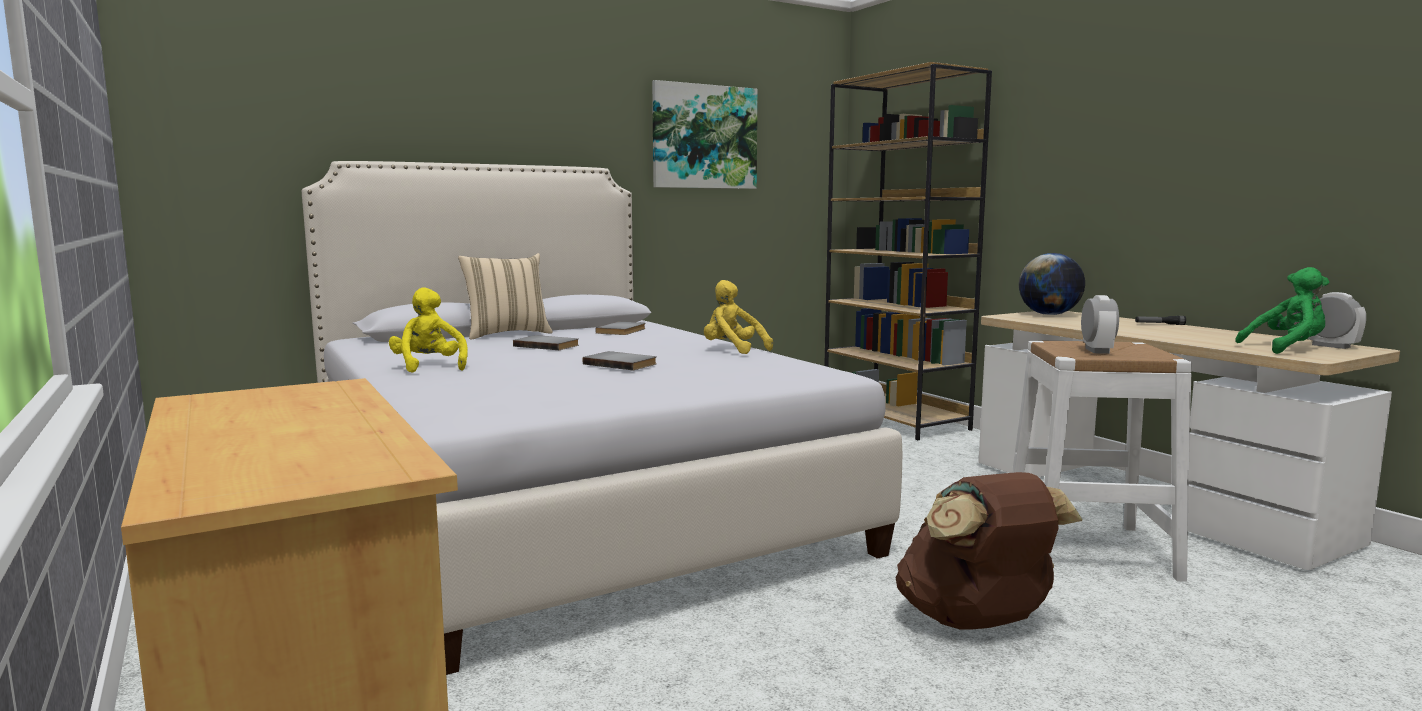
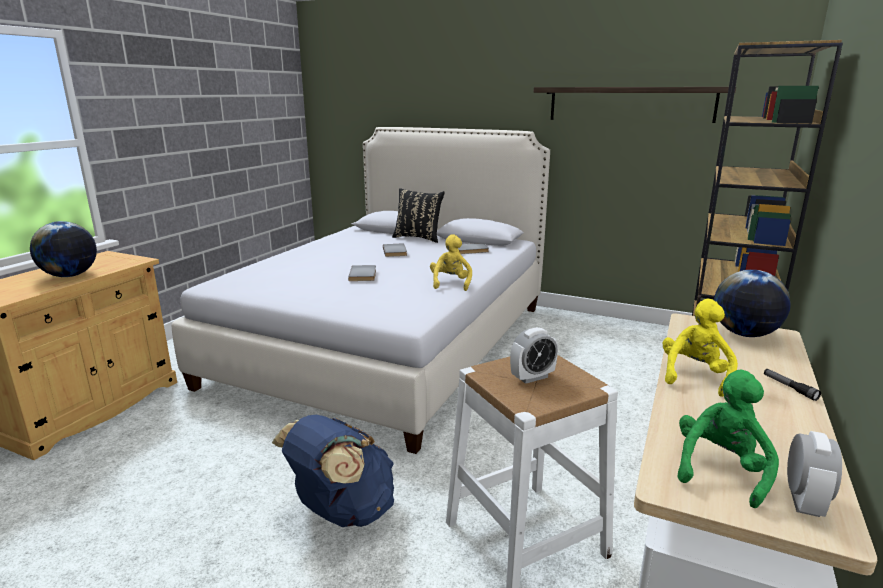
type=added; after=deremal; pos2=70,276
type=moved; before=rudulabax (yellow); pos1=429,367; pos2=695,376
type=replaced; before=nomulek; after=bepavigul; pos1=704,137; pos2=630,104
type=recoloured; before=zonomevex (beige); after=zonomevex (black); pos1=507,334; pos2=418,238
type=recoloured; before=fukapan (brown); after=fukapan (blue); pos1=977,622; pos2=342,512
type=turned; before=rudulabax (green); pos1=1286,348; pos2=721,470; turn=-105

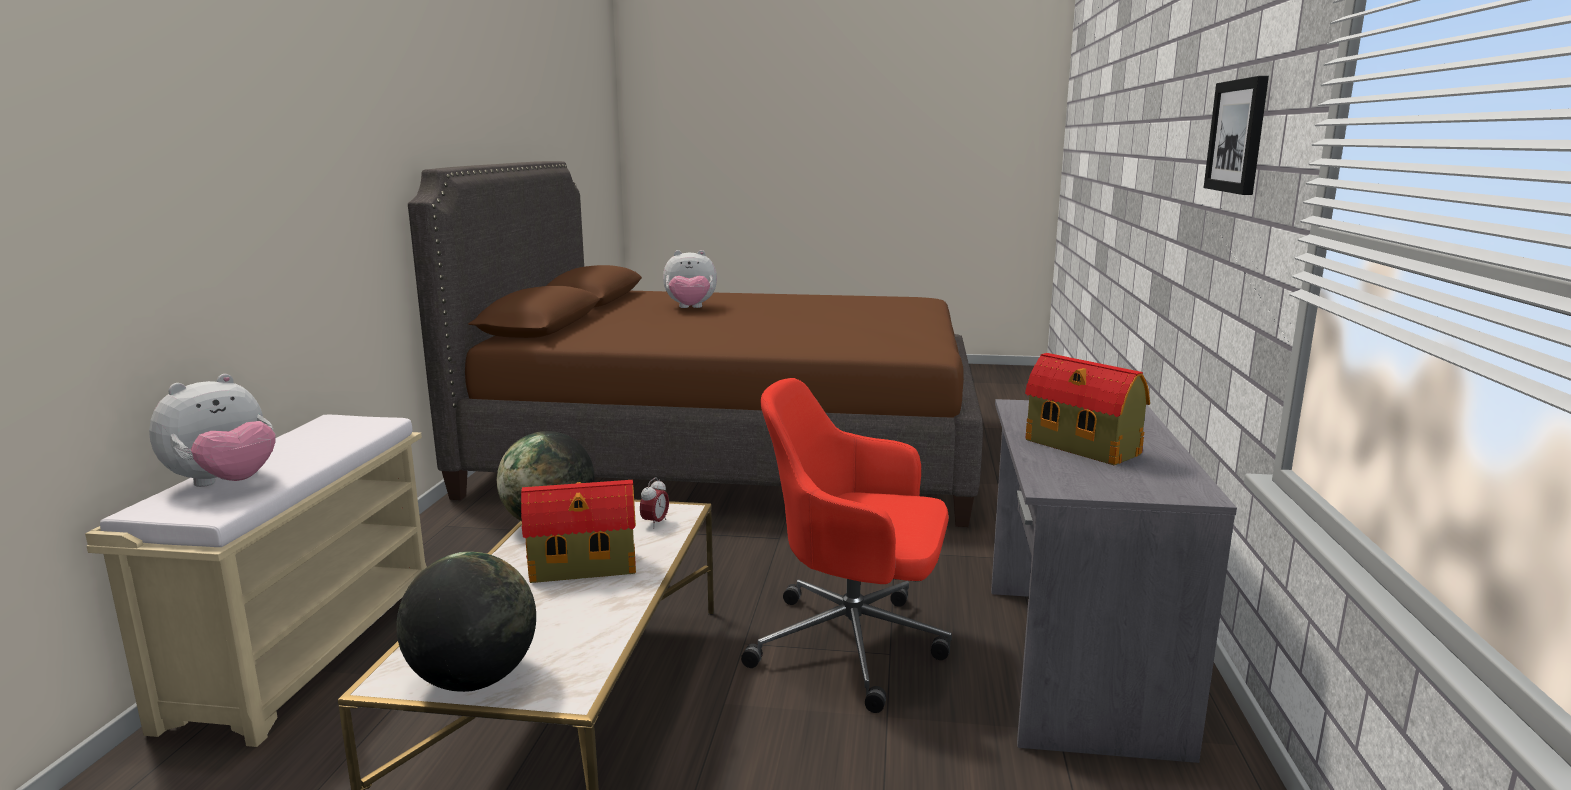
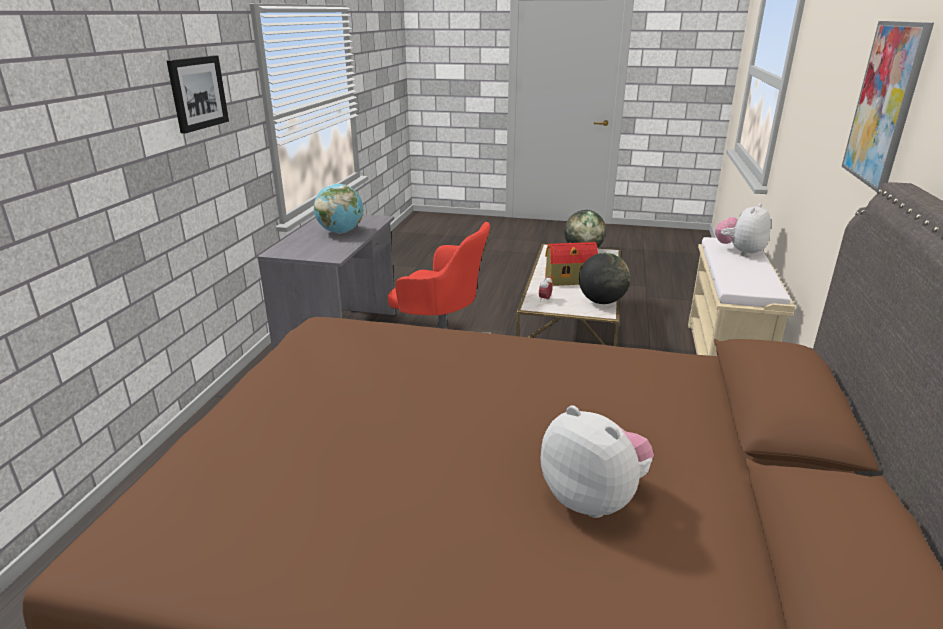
type=added; after=nomulek; pos2=885,104
type=replaced; before=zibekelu; after=deremal; pos1=1084,448; pos2=340,232
type=turned; before=rudulabax; pos1=690,308; pos2=593,498; turn=45

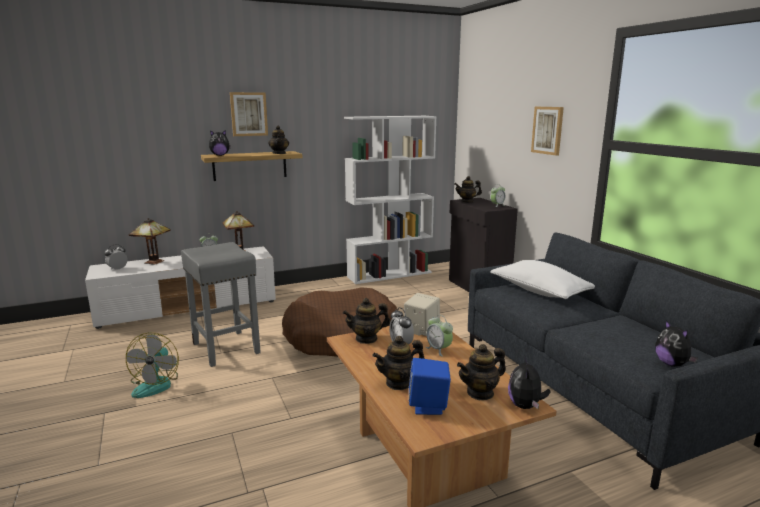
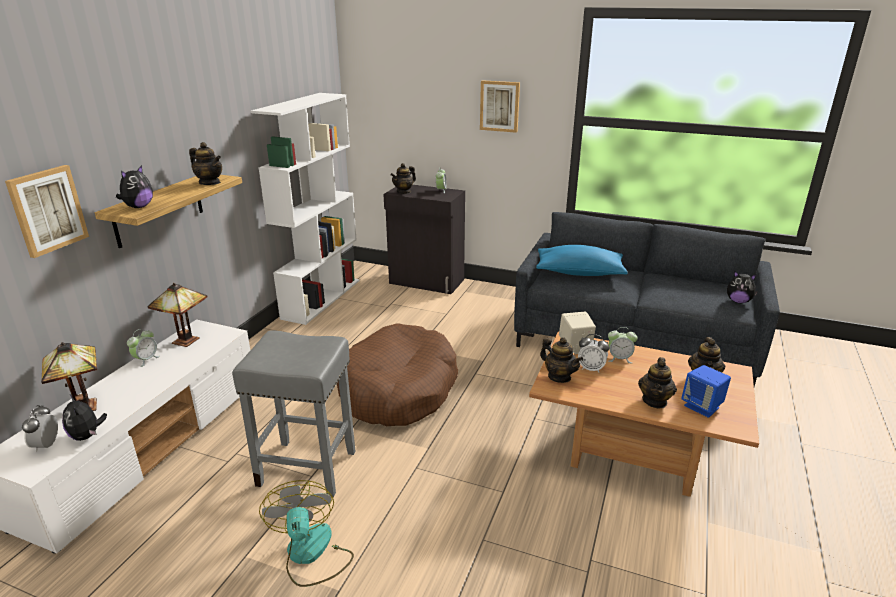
type=moved; before=nomulek; pos1=249,114; pos2=47,210
type=moved; before=rudulabax; pos1=525,406; pos2=87,436
type=recoloured; before=zonomevex (white); after=zonomevex (blue); pos1=540,291; pos2=579,272
type=turned; before=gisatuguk; pos1=156,384; pos2=311,554; turn=-150
type=turned; before=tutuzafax; pos1=366,339; pos2=559,377; turn=-75

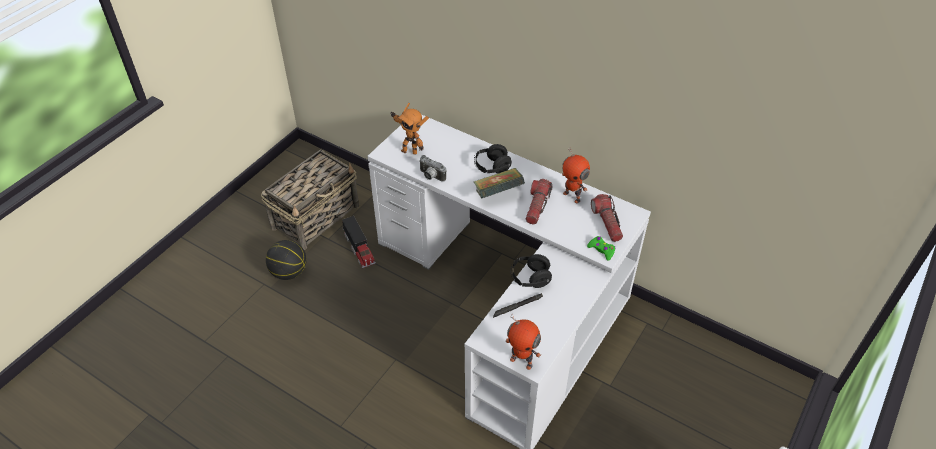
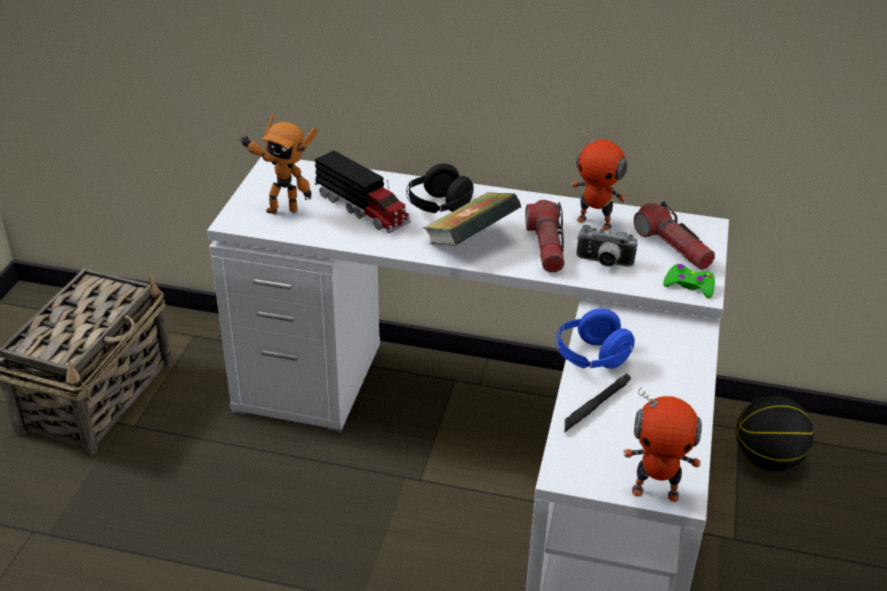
type=moved; before=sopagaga; pos1=289,272; pos2=767,460
type=moved; before=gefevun; pos1=359,248; pos2=363,208
type=moved; before=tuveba; pos1=430,176; pos2=603,263
type=recoloured; before=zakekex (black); after=zakekex (blue); pos1=530,278; pos2=591,358

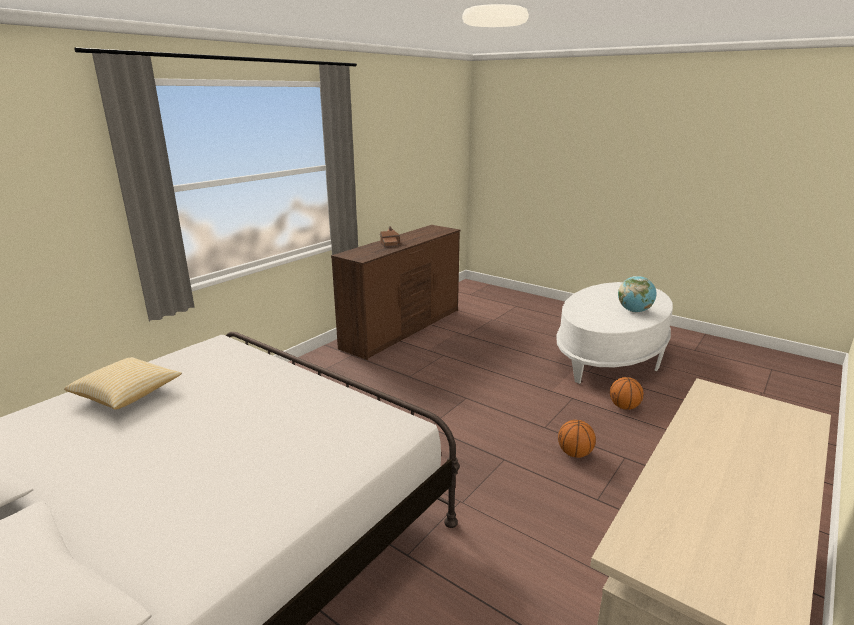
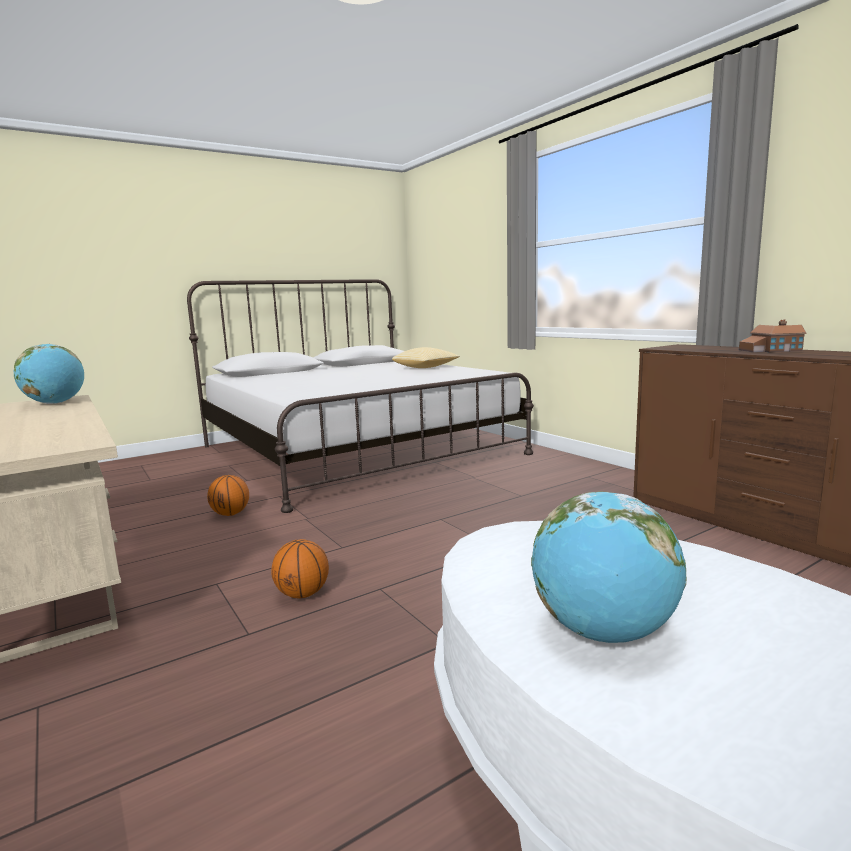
type=added; after=deremal; pos2=55,403
type=moved; before=sopagaga; pos1=624,407; pos2=230,514

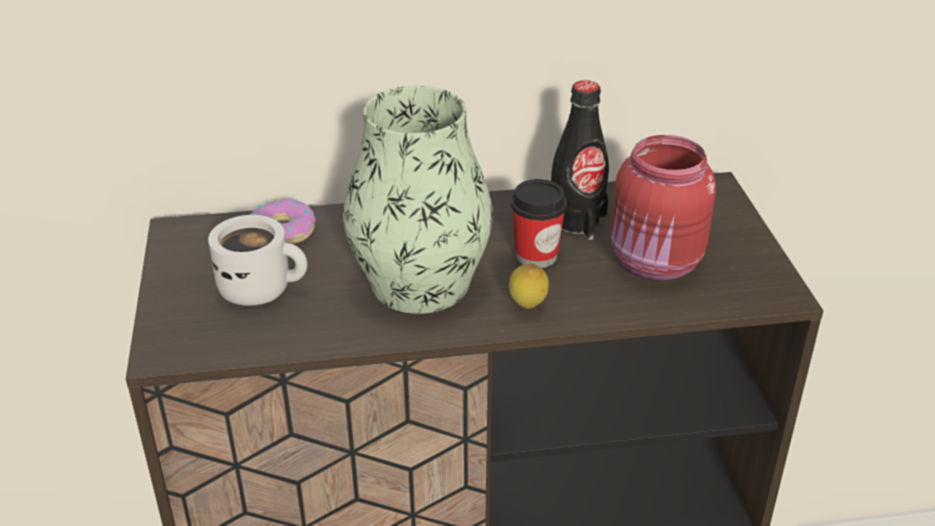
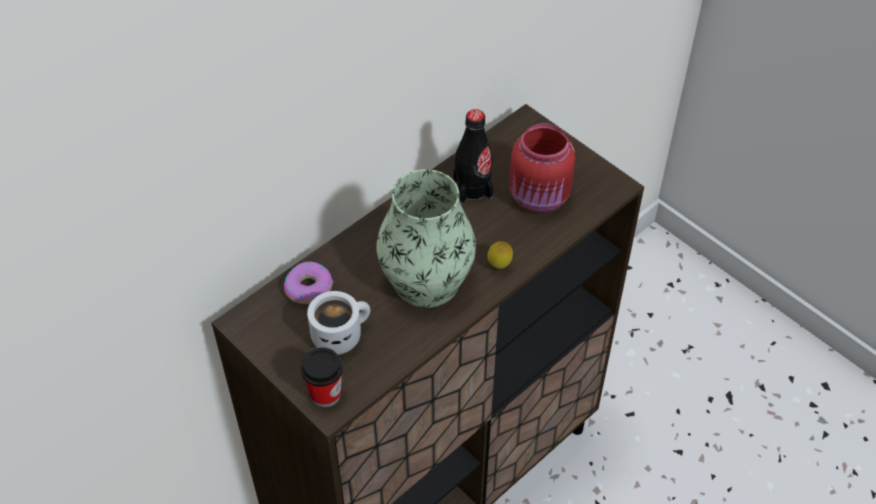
type=moved; before=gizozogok; pos1=536,256; pos2=325,394

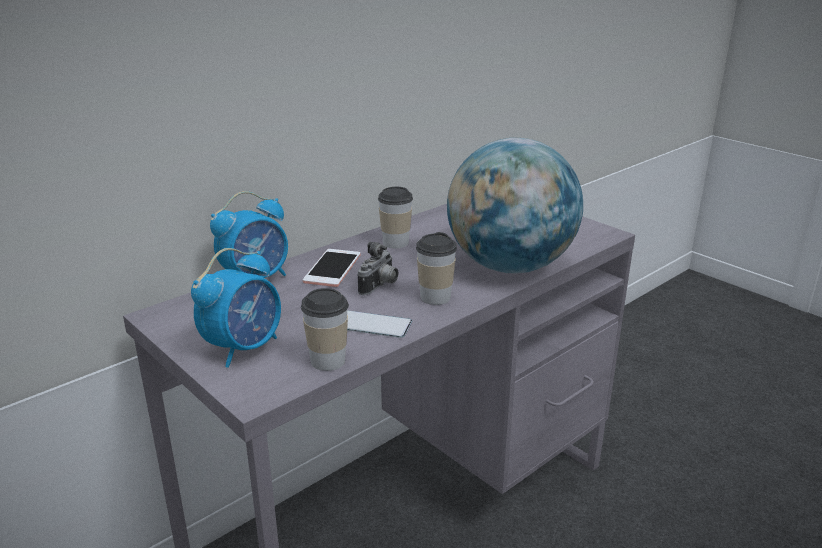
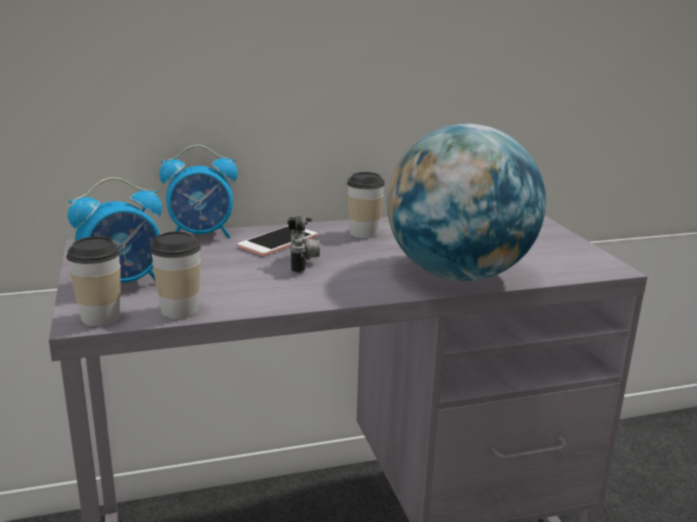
type=removed; before=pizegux; pos1=372,325
type=moved; before=gizozogok; pos1=435,297; pos2=100,318
type=turned; before=tuveba; pos1=380,286; pos2=304,264; turn=-60

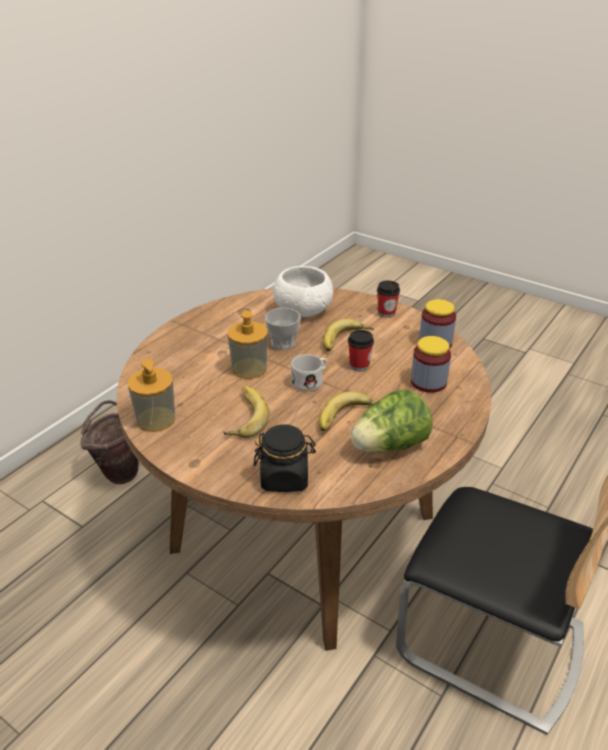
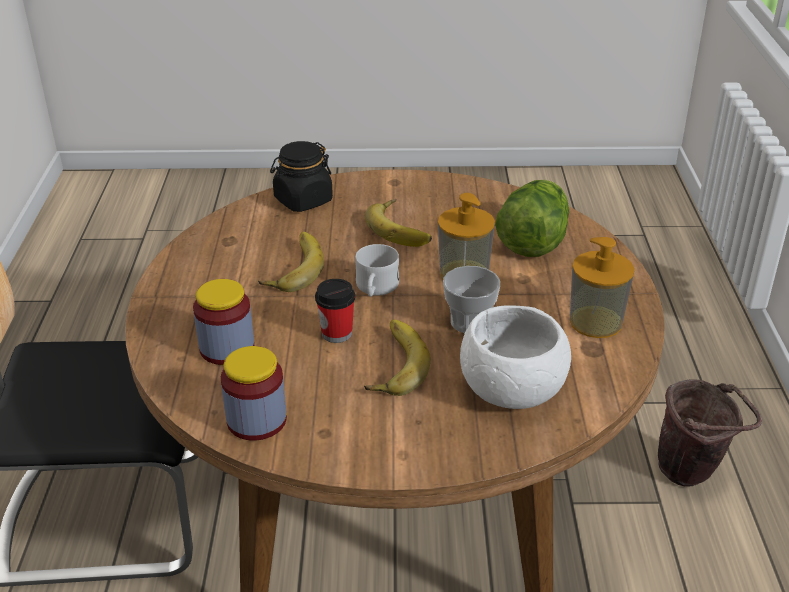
type=removed; before=gizozogok; pos1=386,313
type=moved; before=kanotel; pos1=156,419; pos2=595,322
type=moved; before=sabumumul; pos1=390,446; pos2=533,241

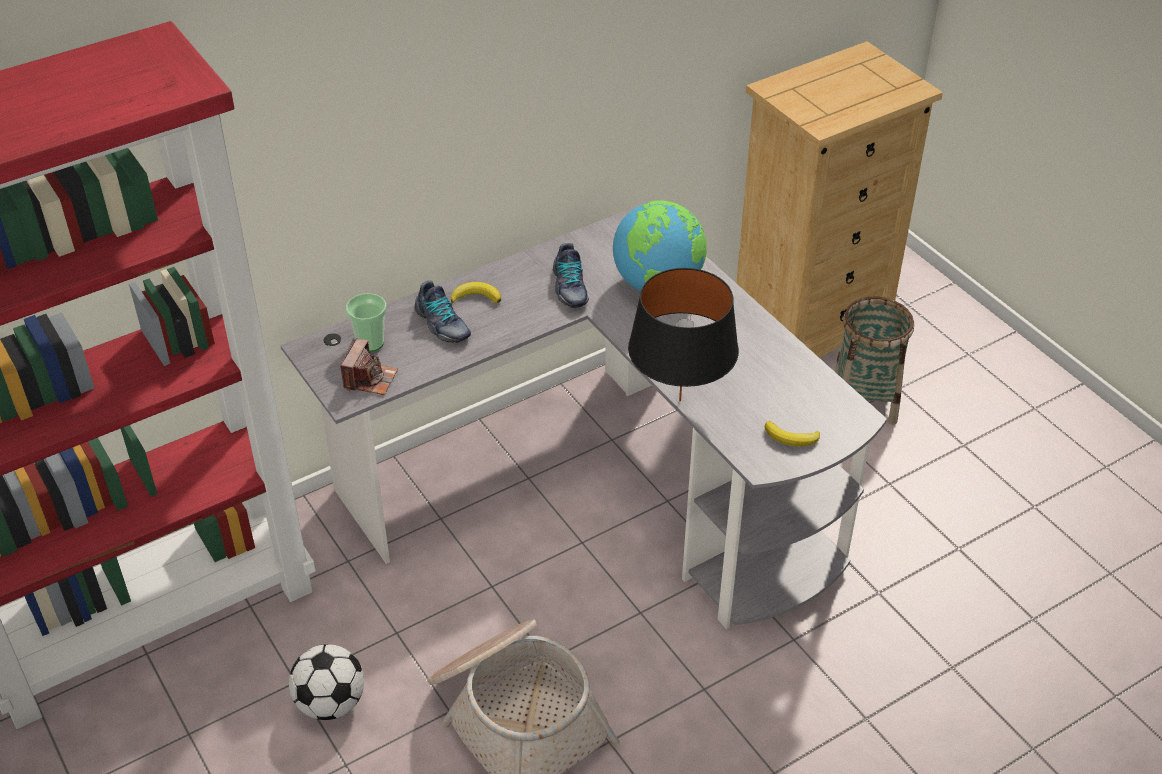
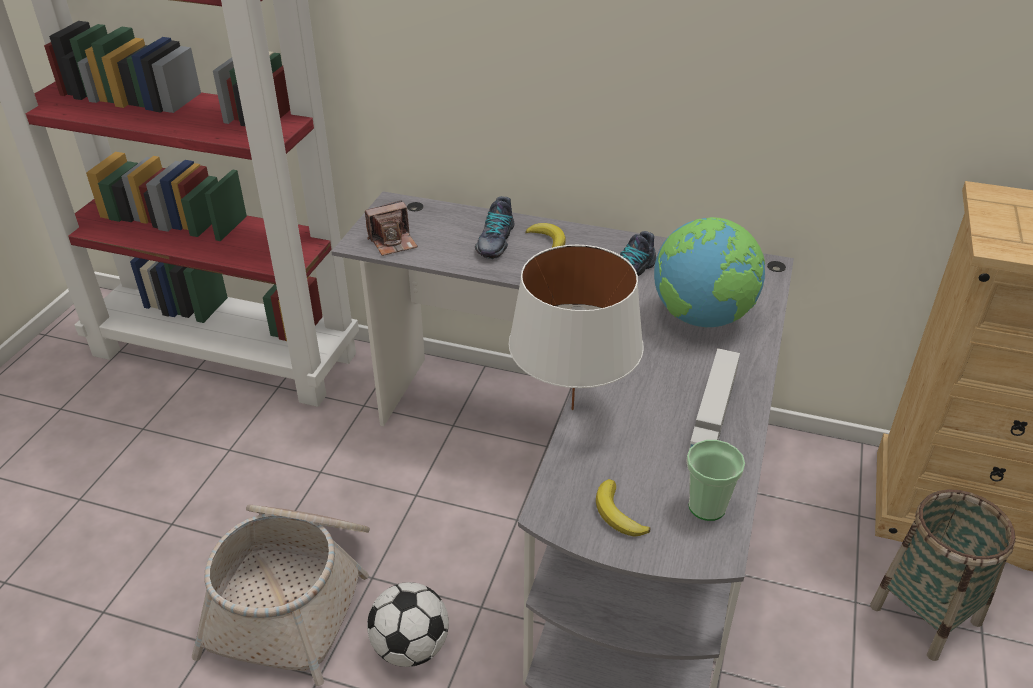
type=added; after=gefevun; pos2=711,420
type=moved; before=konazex; pos1=330,703; pos2=411,647
type=moved; before=gizozogok; pos1=370,343; pos2=707,506
type=recoloured; before=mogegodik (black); after=mogegodik (white); pos1=679,400; pos2=572,409

